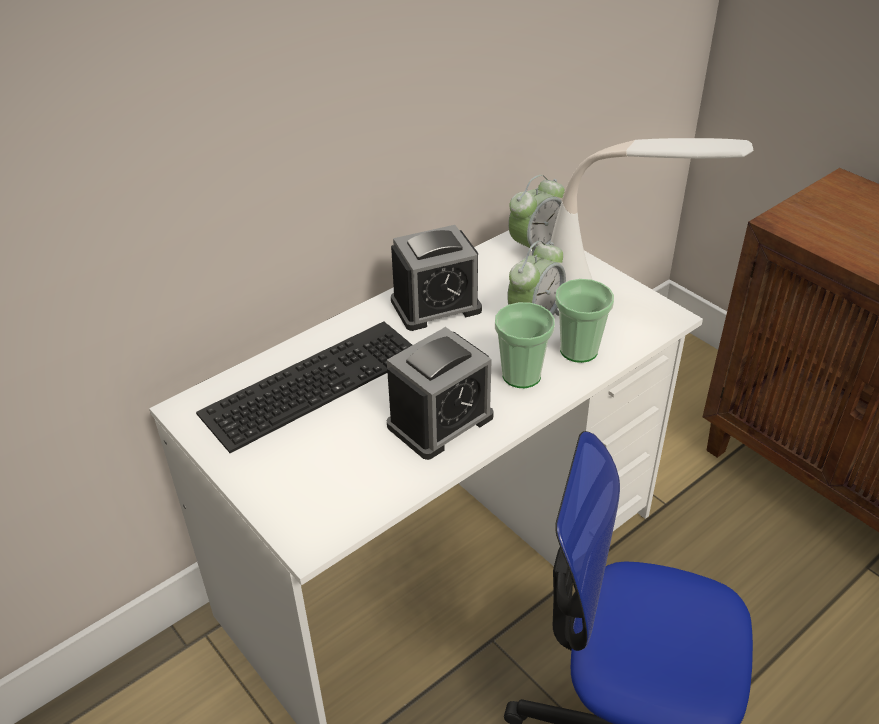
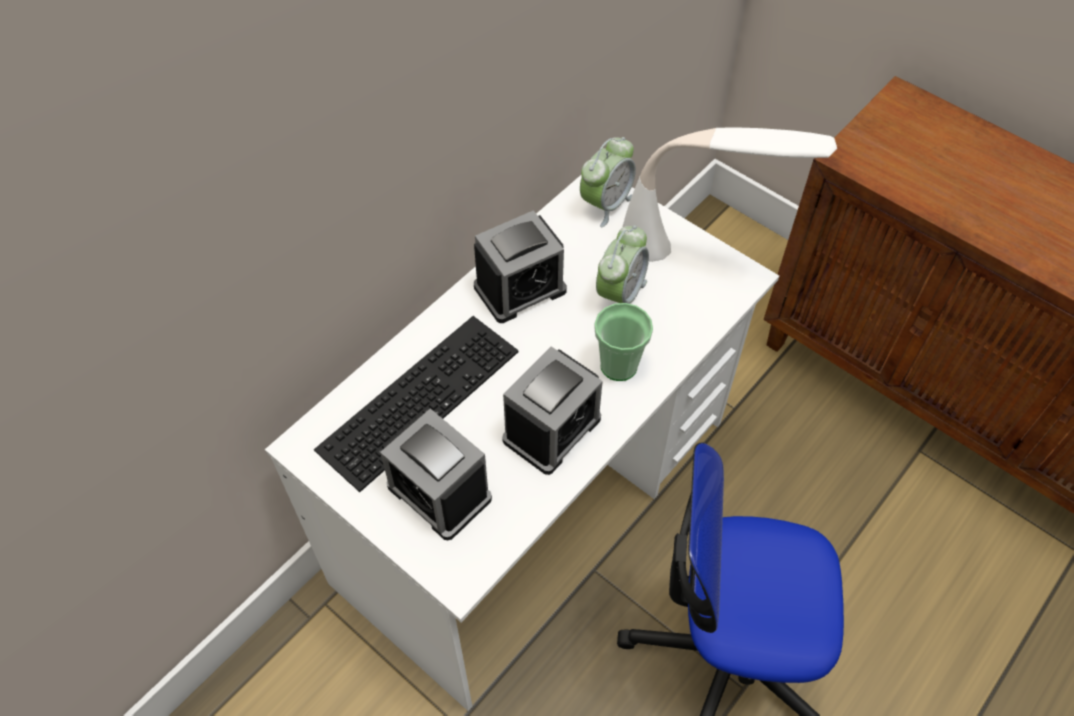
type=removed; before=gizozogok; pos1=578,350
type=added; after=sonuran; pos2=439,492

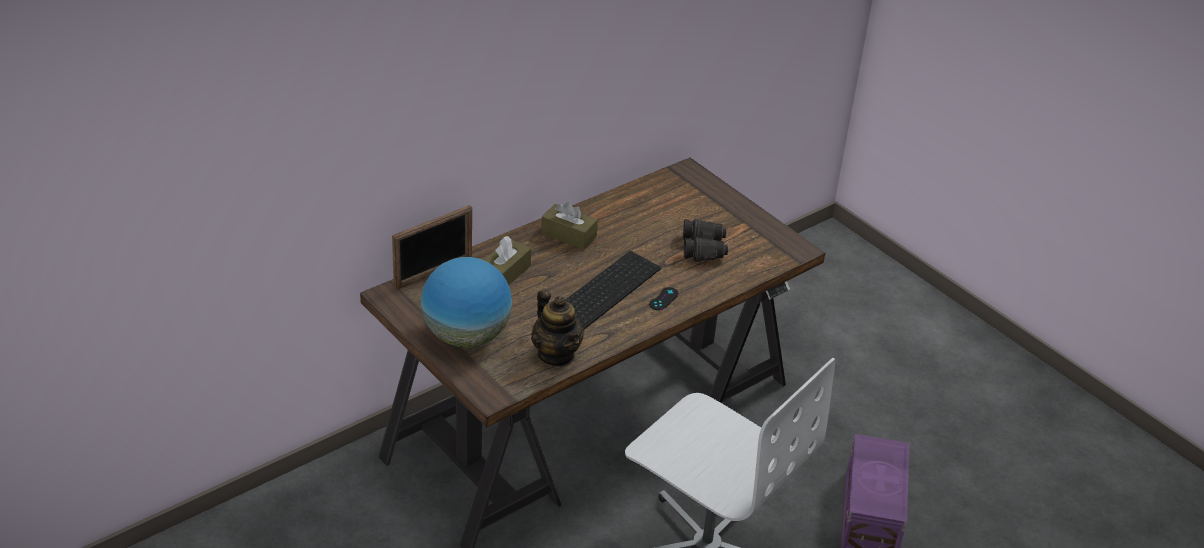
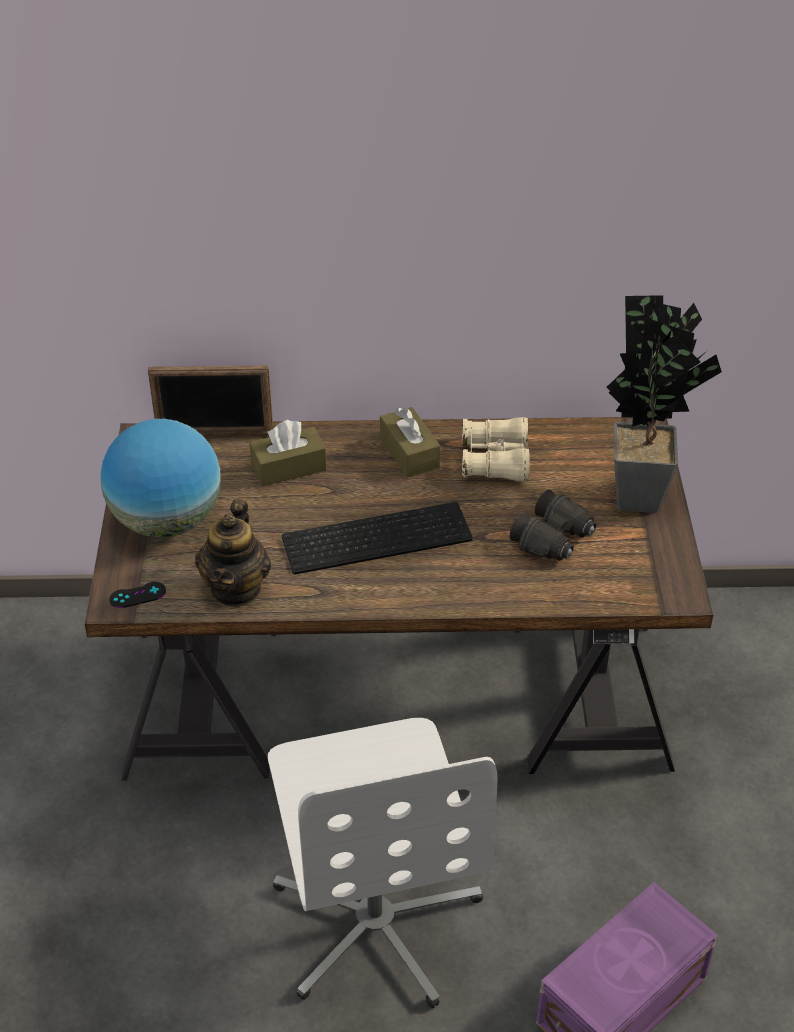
type=added; after=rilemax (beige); pos2=495,461
type=added; after=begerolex; pos2=642,491
type=moved; before=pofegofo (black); pos1=663,299; pos2=137,595

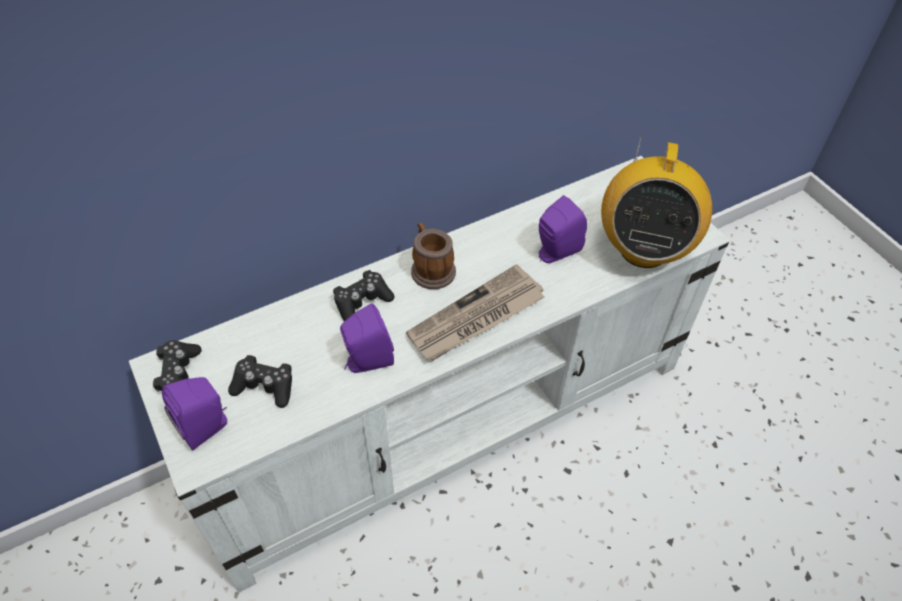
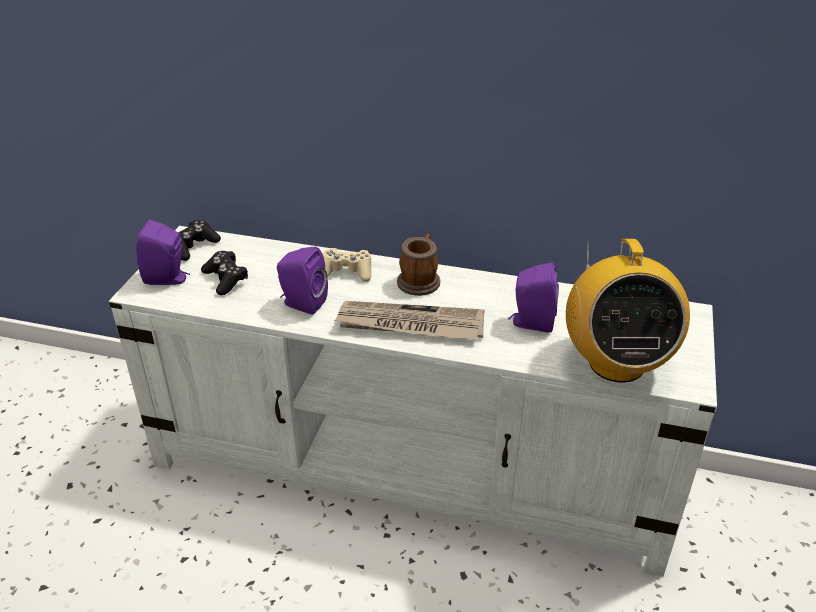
type=recoloured; before=pofegofo (black); after=pofegofo (beige); pos1=362,302; pos2=346,272
type=turned; before=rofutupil; pos1=643,249; pos2=616,363; turn=-60

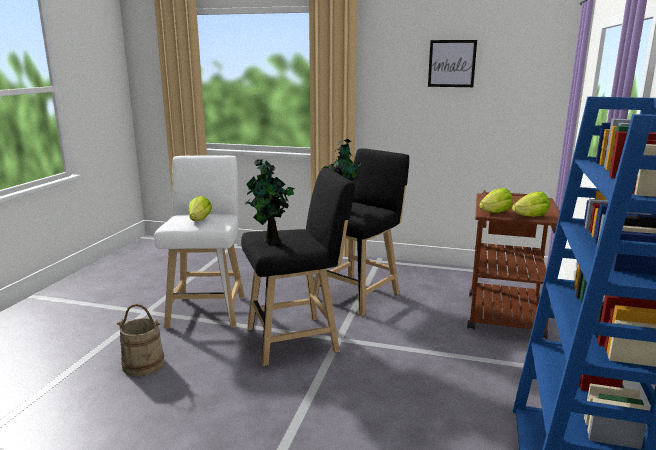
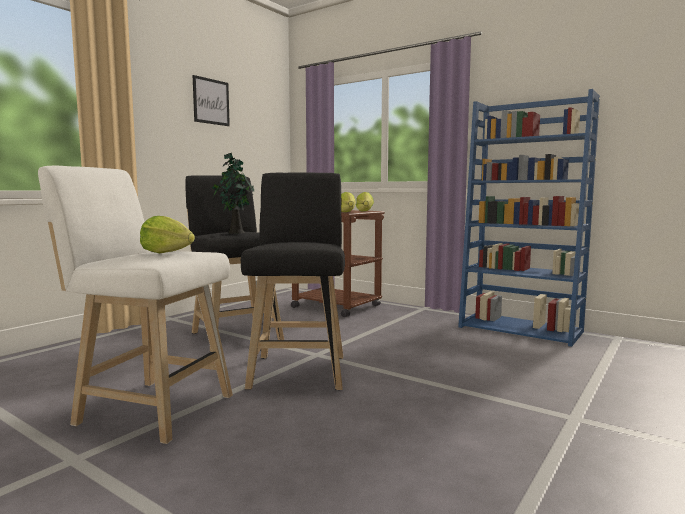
type=removed; before=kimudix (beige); pos1=143,364
type=removed; before=begerolex; pos1=271,241

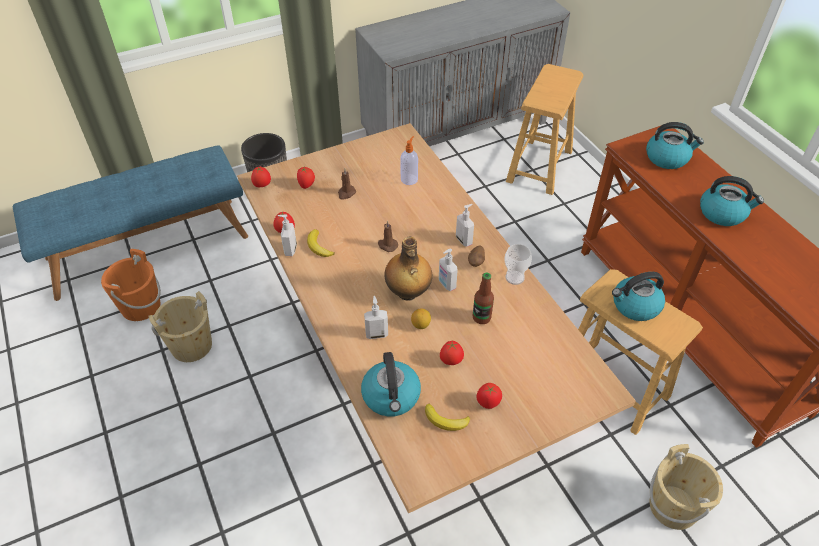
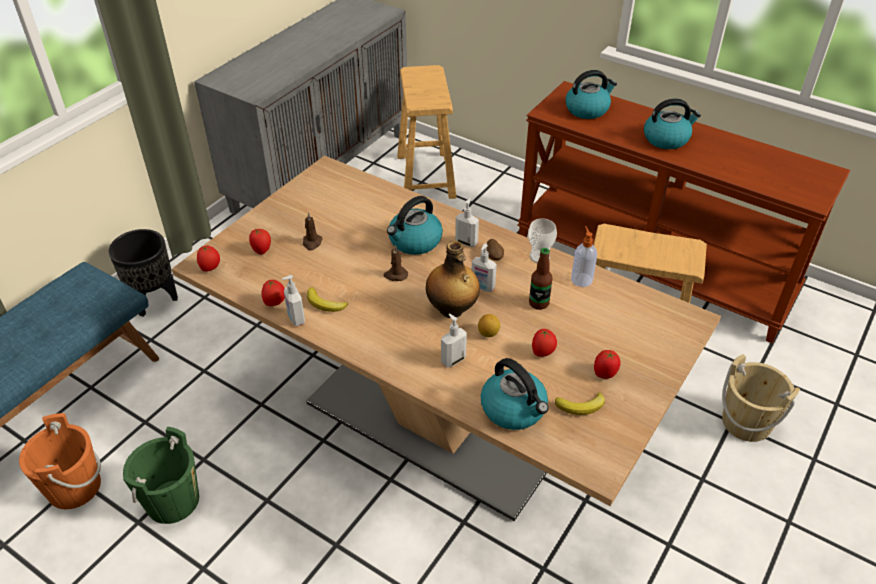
type=moved; before=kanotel; pos1=409,179; pos2=581,279
type=moved; before=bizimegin; pos1=635,306; pos2=414,241
type=recoloured; before=kimudix (beige); after=kimudix (green); pos1=191,345; pos2=172,501

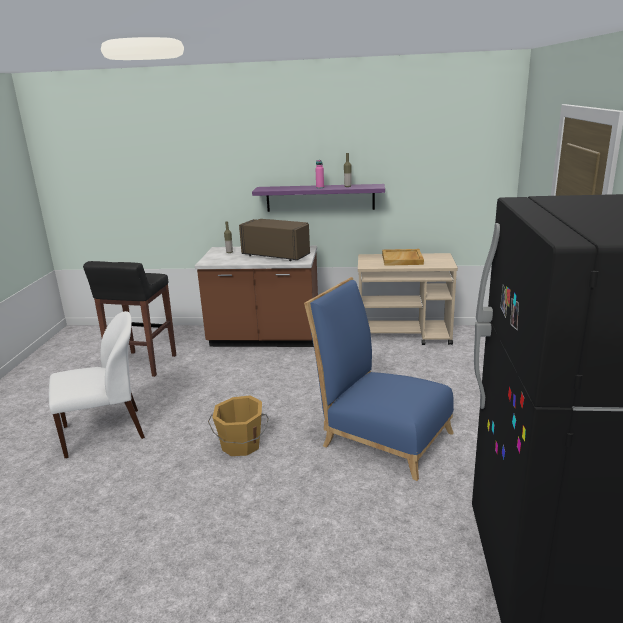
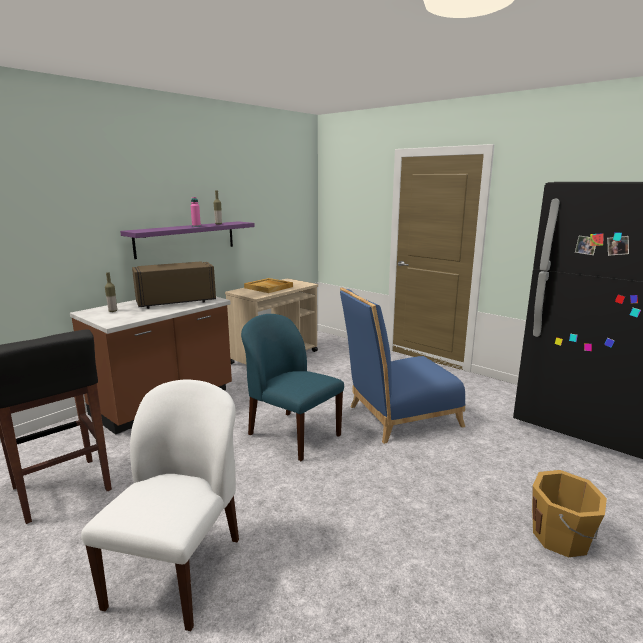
type=added; after=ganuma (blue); pos2=292,434
type=moved; before=kimudix (orange); pos1=241,445; pos2=562,538

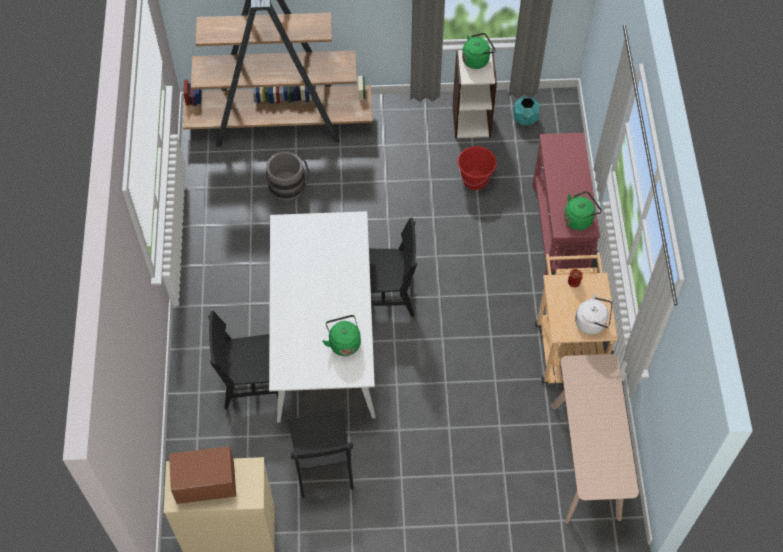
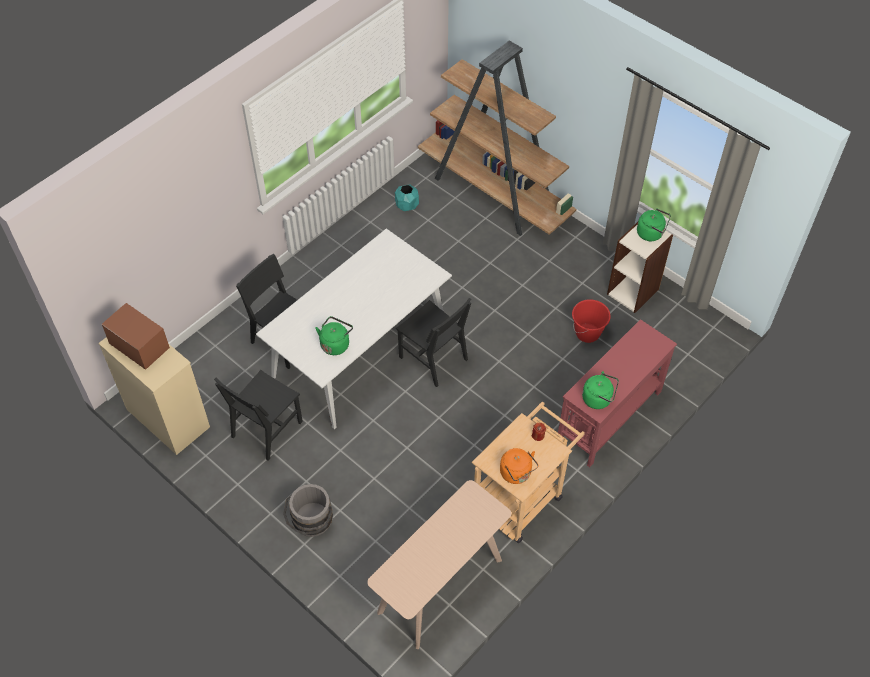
type=moved; before=kimudix (grey); pos1=288,189; pos2=311,523
type=moved; before=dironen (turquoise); pos1=524,119; pos2=406,205
type=recoloured; before=bizimegin (white); after=bizimegin (orange); pos1=592,323; pos2=517,474

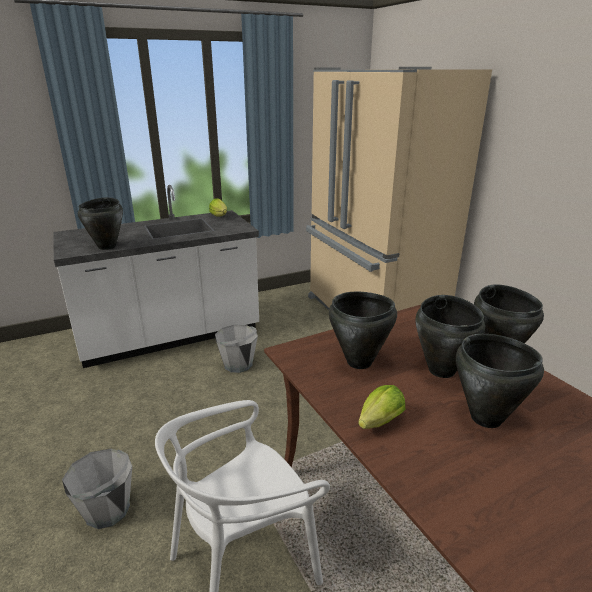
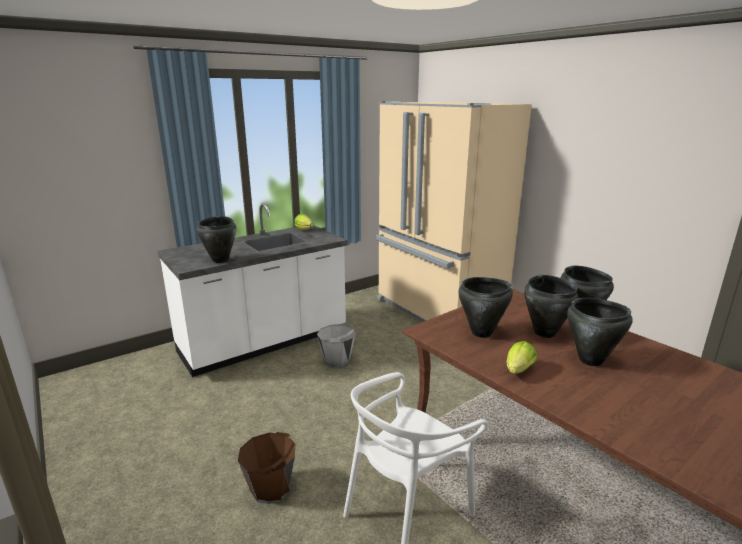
type=recoloured; before=kimudix (grey); after=kimudix (brown); pos1=107,510; pos2=271,488

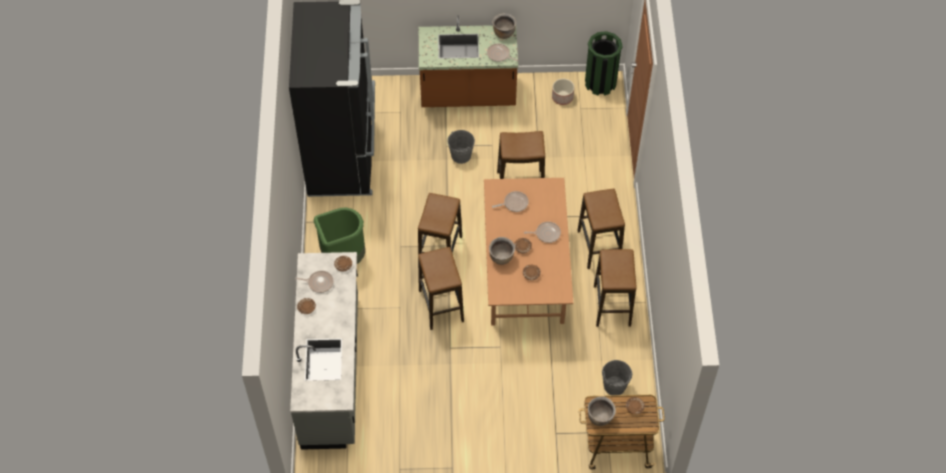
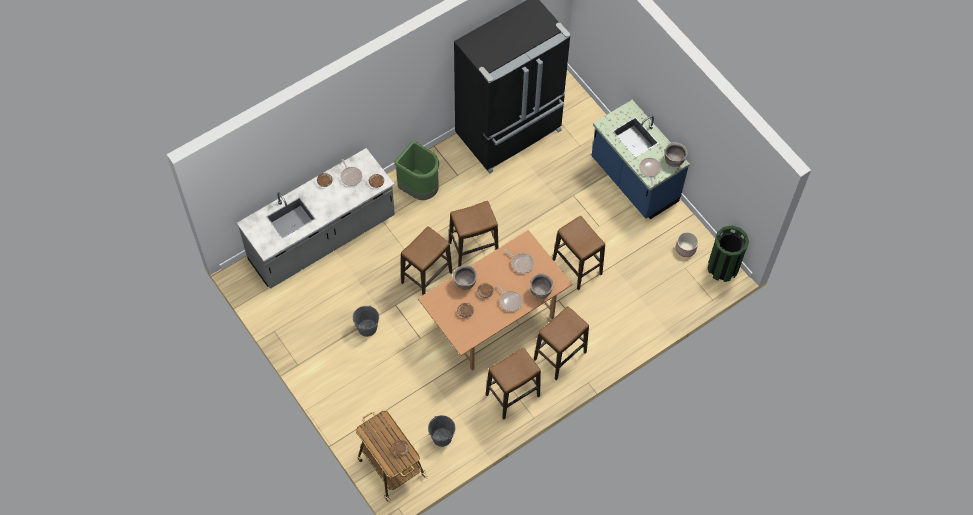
type=moved; before=kimudix (grey); pos1=461,155; pos2=367,327
type=moved; before=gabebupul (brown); pos1=600,417; pos2=541,292
type=recoloured; before=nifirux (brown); after=nifirux (blue); pos1=468,95; pos2=633,181

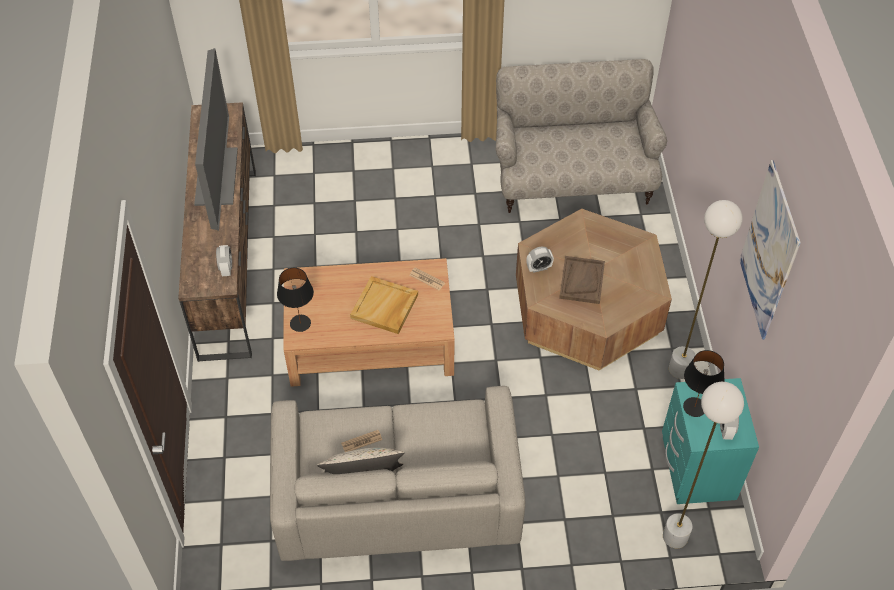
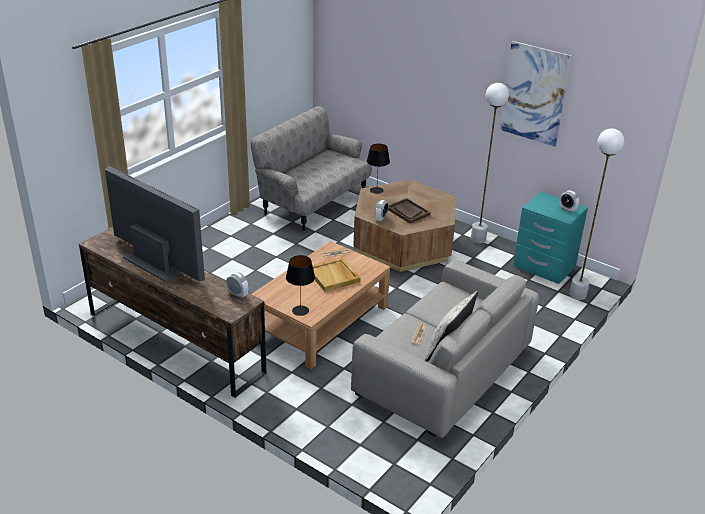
type=moved; before=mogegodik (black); pos1=694,407; pos2=376,190

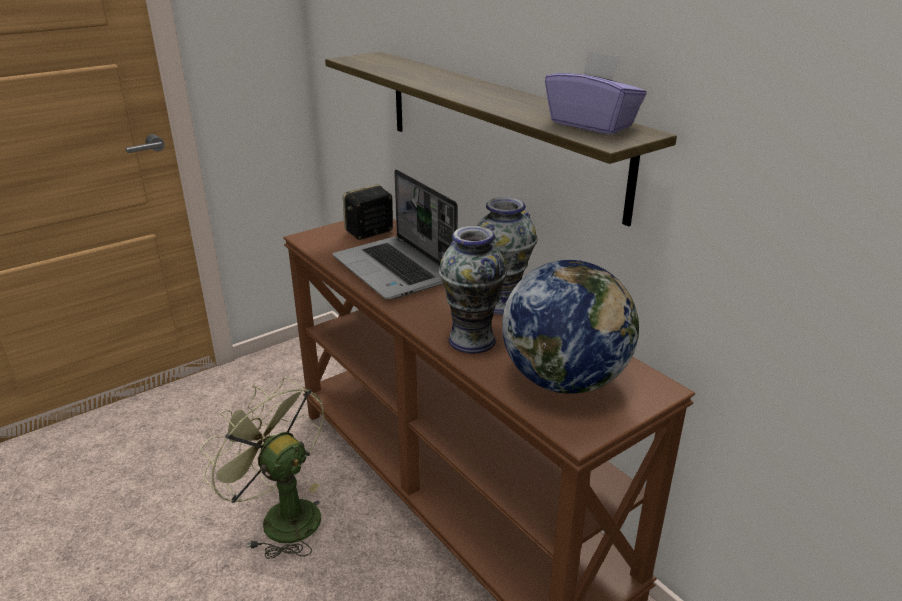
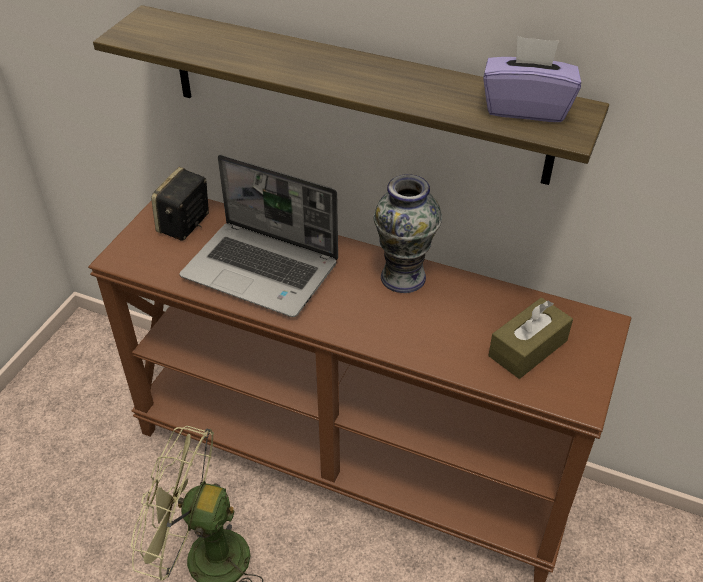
type=removed; before=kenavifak; pos1=472,340
type=replaced; before=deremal; after=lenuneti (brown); pos1=564,380; pos2=528,348

